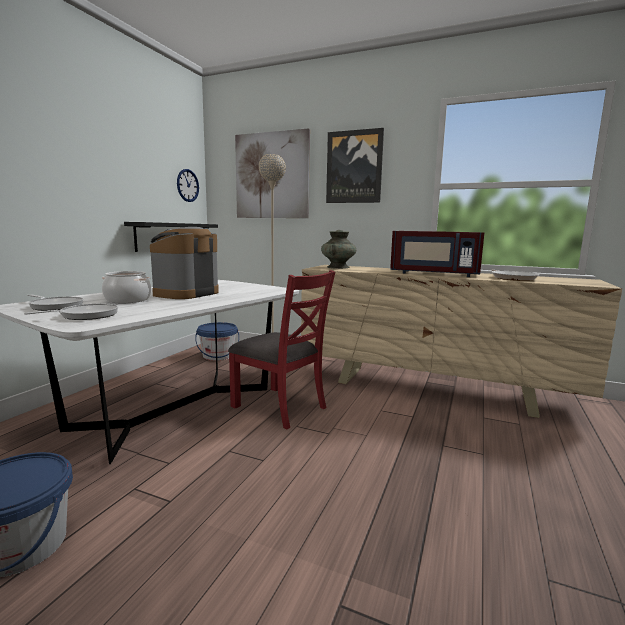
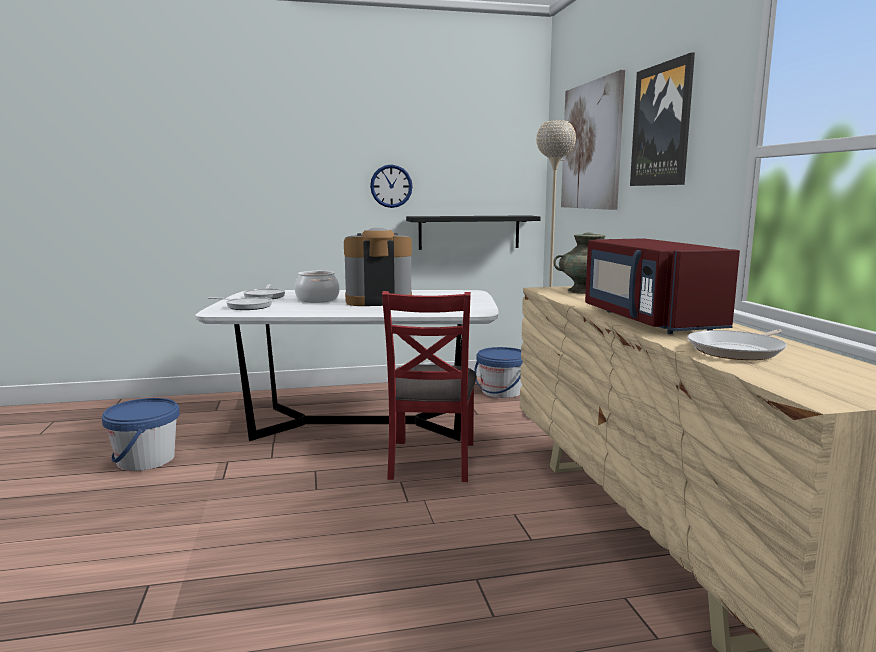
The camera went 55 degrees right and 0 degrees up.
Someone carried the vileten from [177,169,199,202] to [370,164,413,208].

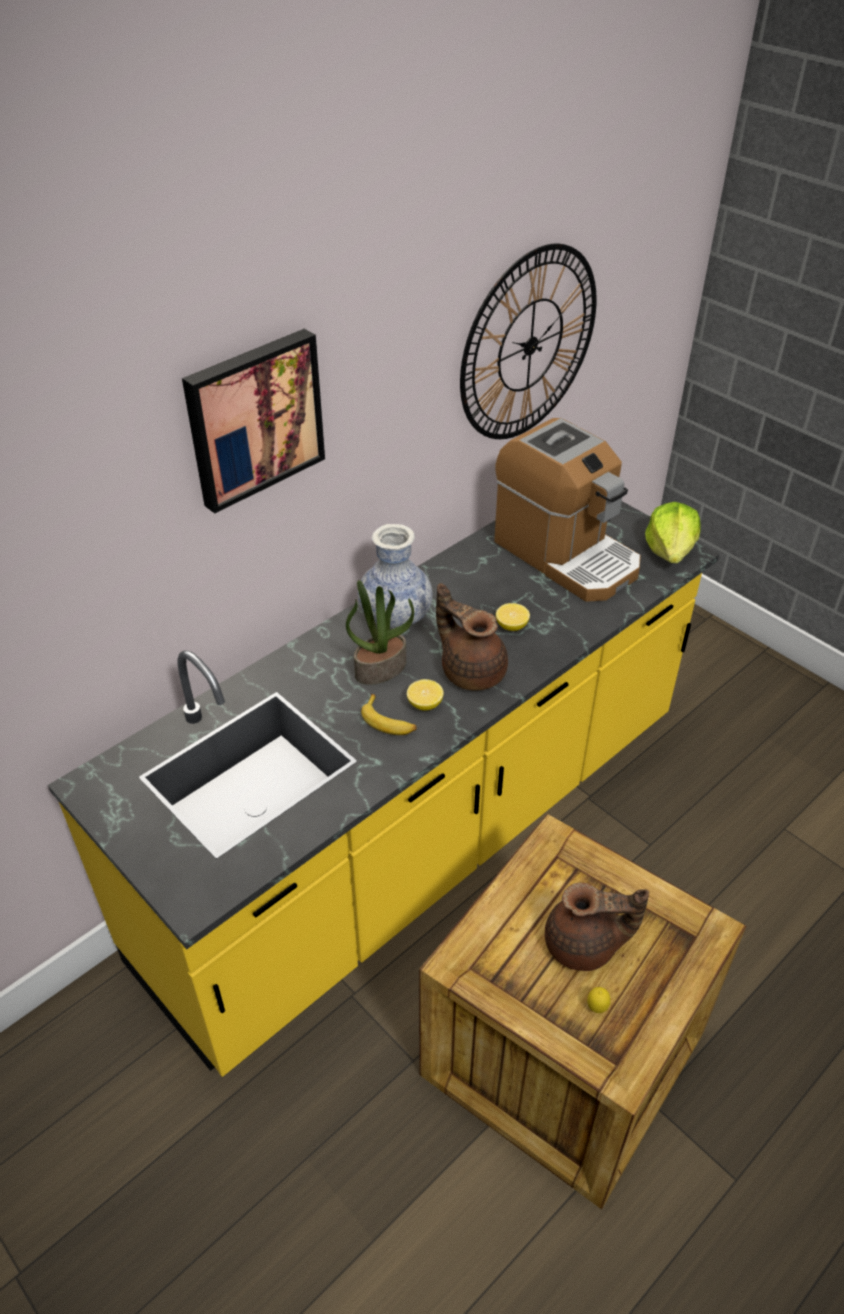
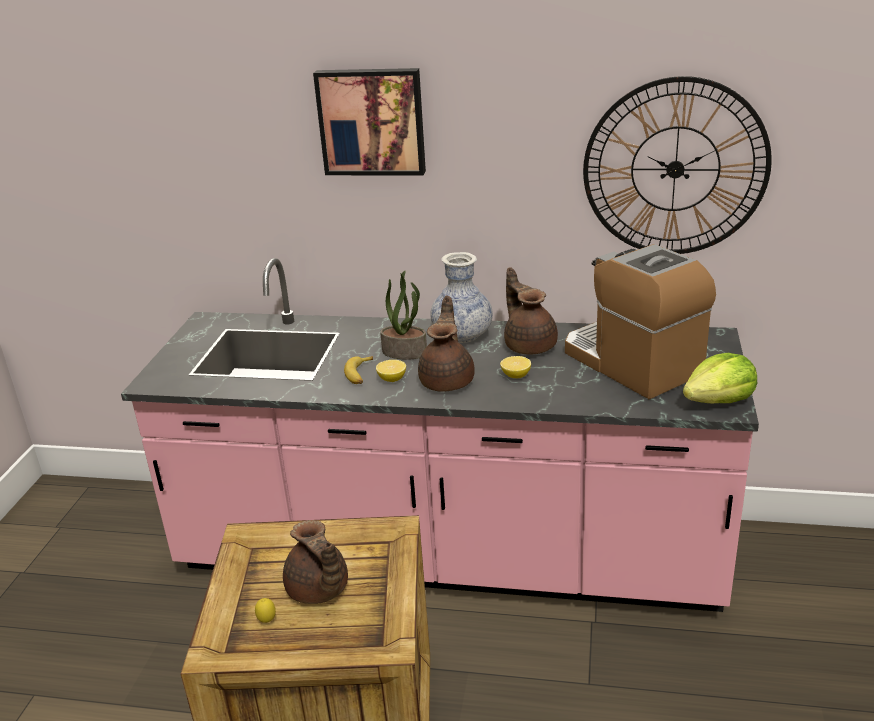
The camera went 55 degrees right and 15 degrees down.
Someone rotated the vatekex at [494,418,641,602] by 135 degrees clockwise.
Someone repainted the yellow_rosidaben at [48,501,720,1077], which became the pink_rosidaben at [121,258,759,612].
Someone put down the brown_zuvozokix at [504,267,558,355].

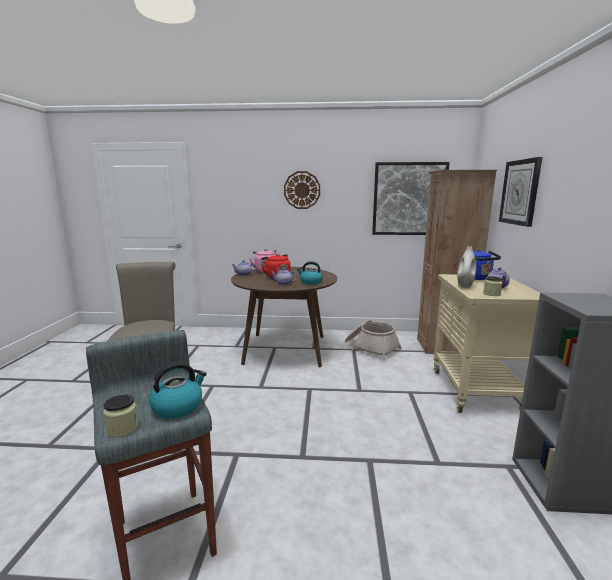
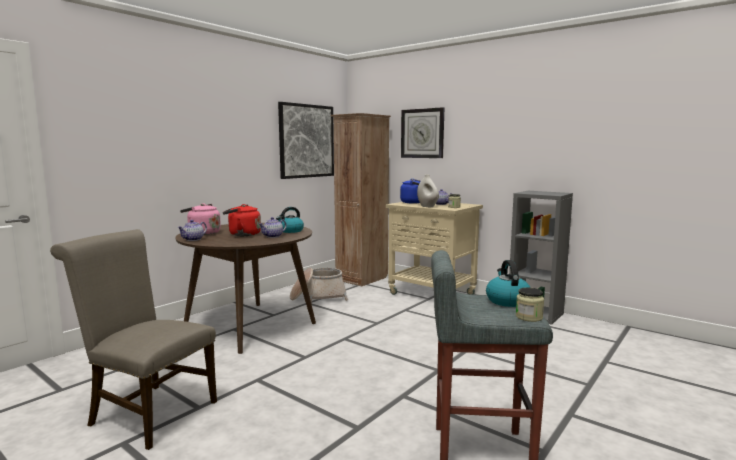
The camera went 55 degrees left and 5 degrees down.
Someone took away the vileten at [284,171,320,209].

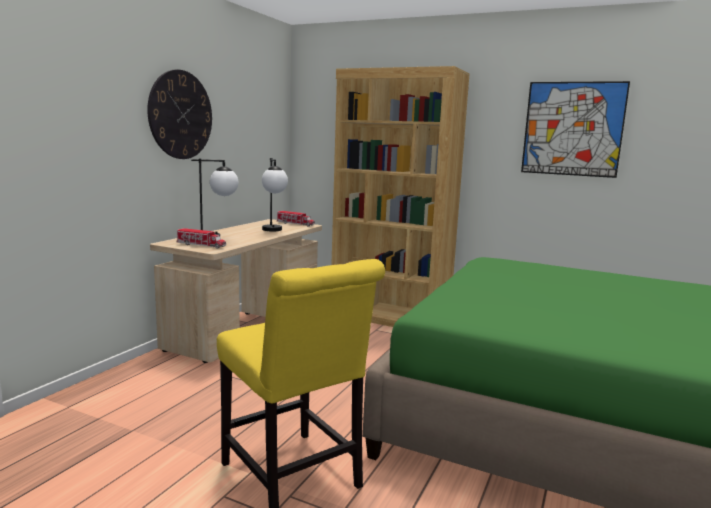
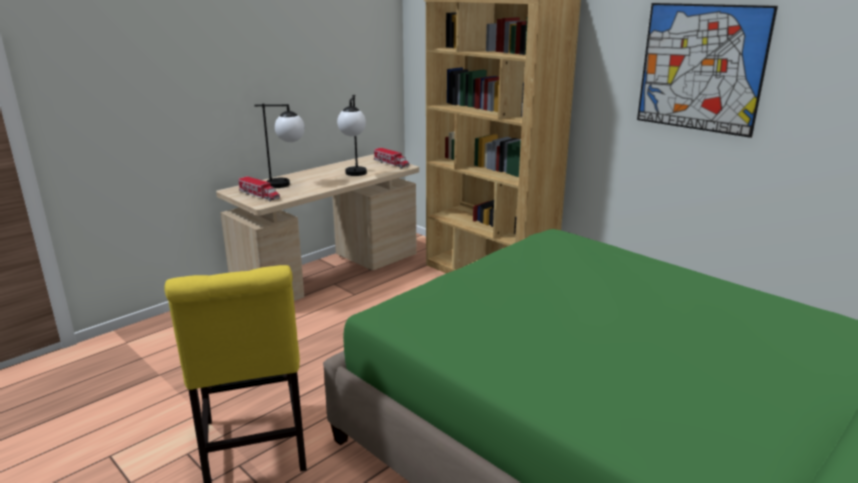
The camera went 20 degrees right and 10 degrees up.
Someone took away the vileten at [147,70,212,159].

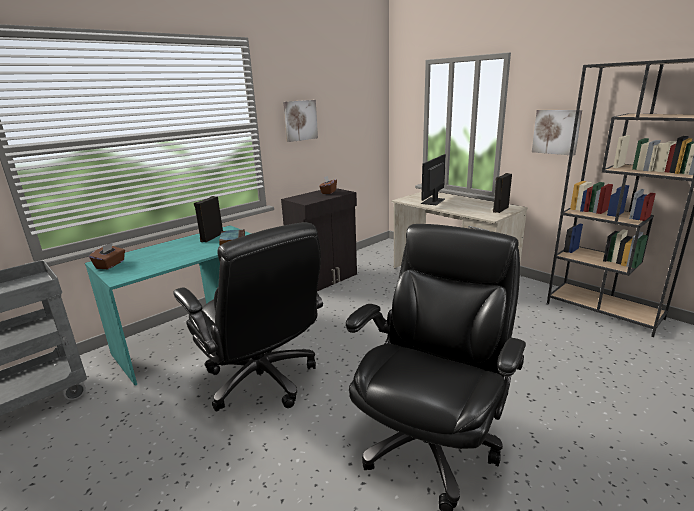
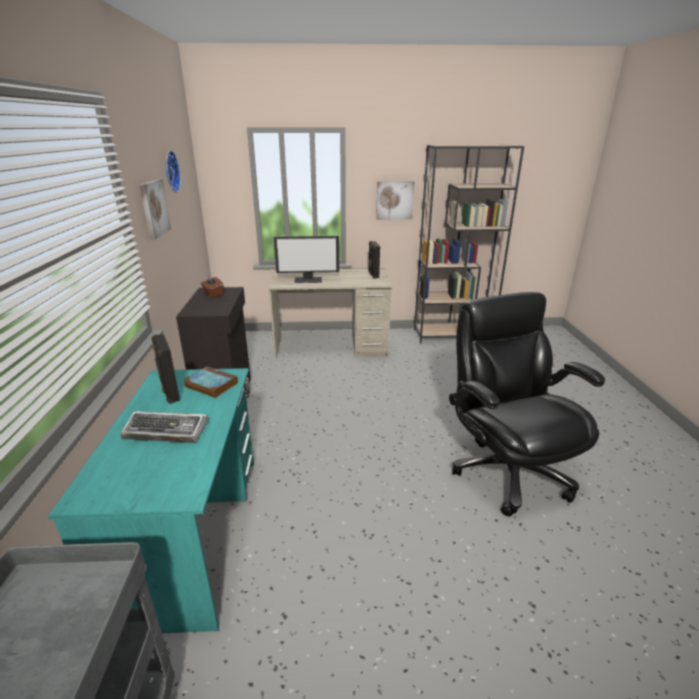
The camera went 50 degrees left and 5 degrees up.
Someone rotated the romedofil at [421,154,446,205] by 75 degrees counterclockwise.
Someone took away the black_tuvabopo at [174,222,323,412].
Someone took away the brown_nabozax at [89,242,125,269].
Someone put up the vileten at [166,151,181,193].
Someone put down the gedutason at [121,411,208,443].

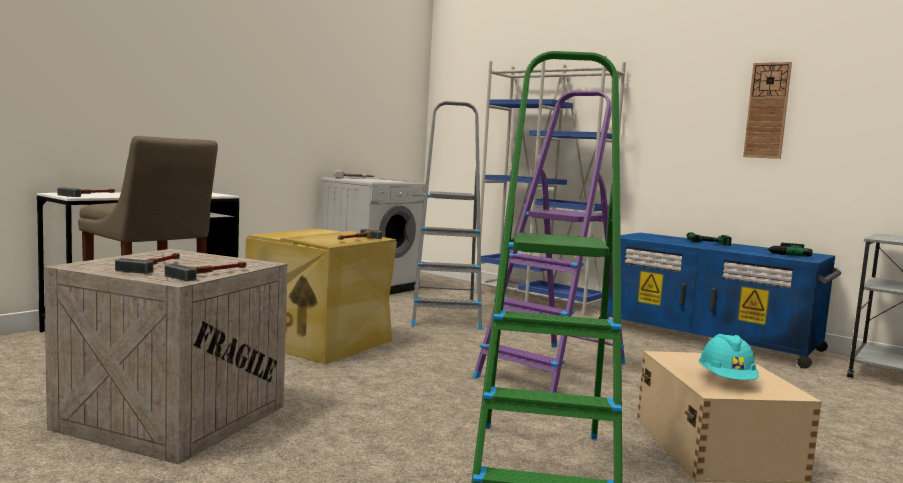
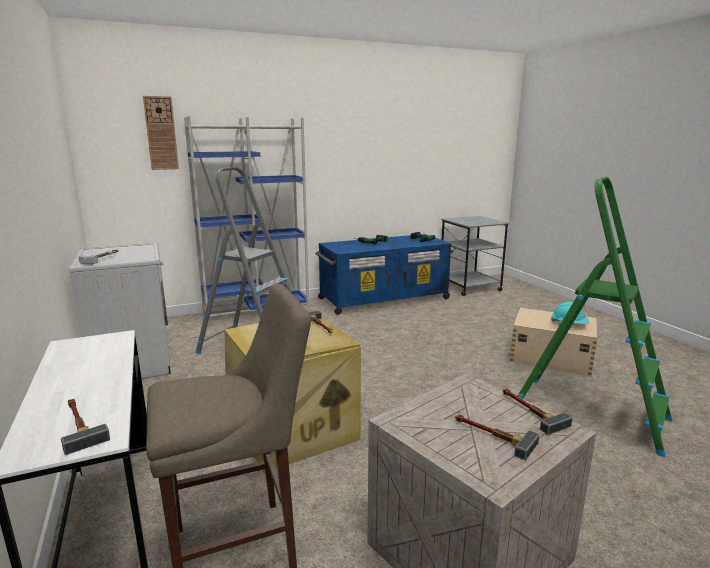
The camera went 60 degrees left and 10 degrees up.
Someone carried the vileten from [743,62,792,159] to [143,96,179,170].
Someone took away the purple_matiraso at [473,91,625,393].

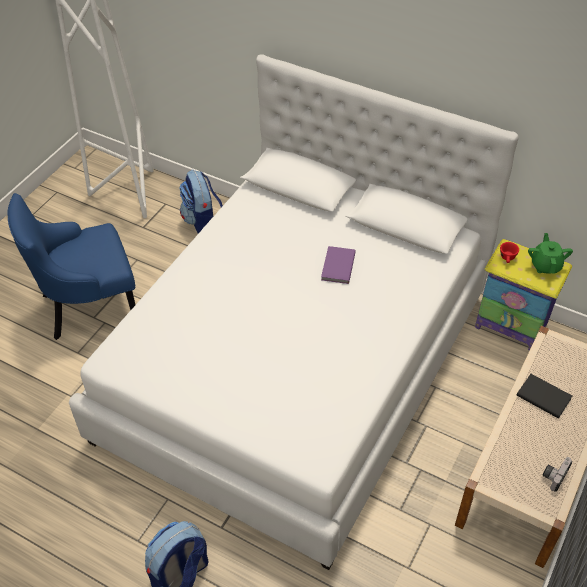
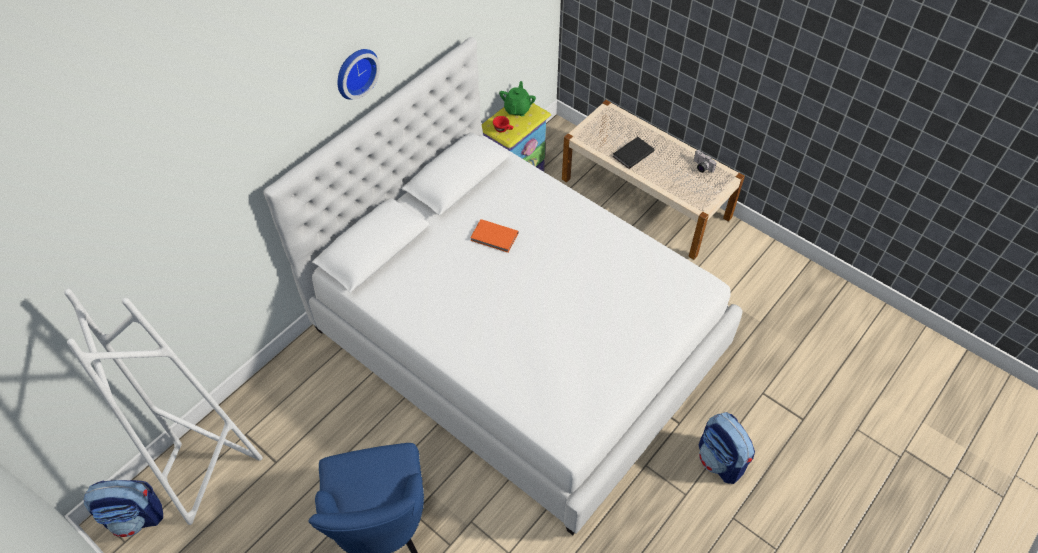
The camera went 80 degrees left and 5 degrees up.
Someone carried the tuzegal from [180,170,223,234] to [84,480,163,537].
Someone rotated the green_zuvozokix at [528,233,573,273] by 90 degrees clockwise.
Someone repainted the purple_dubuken at [321,246,356,284], which became the orange_dubuken at [470,219,519,253].
Someone put up the vileten at [338,49,380,100].

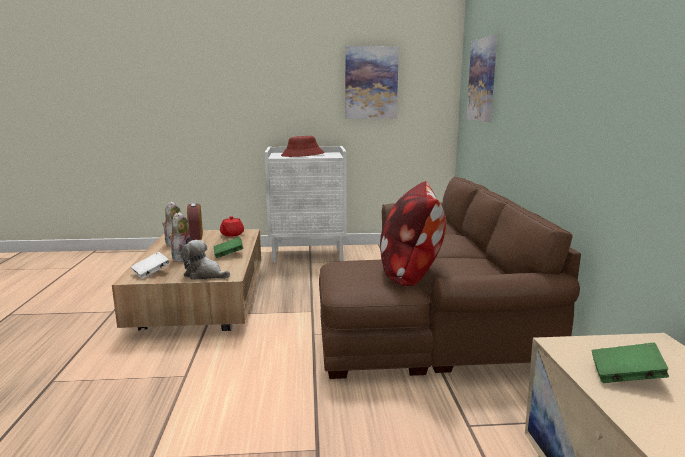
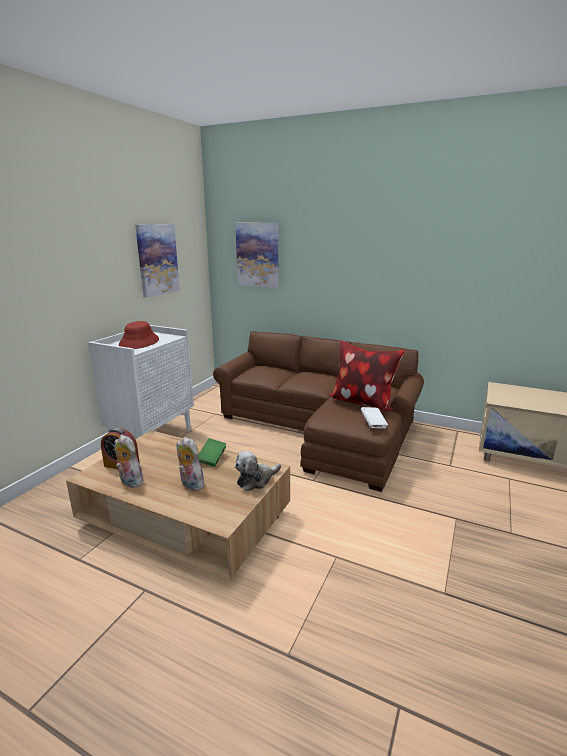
The camera went 60 degrees left and 5 degrees up.
Someone took away the red_zuvozokix at [220,216,244,237].
Someone carried the white_dubuken from [131,252,170,279] to [360,407,388,429].
Someone took away the green_dubuken at [592,343,669,383].

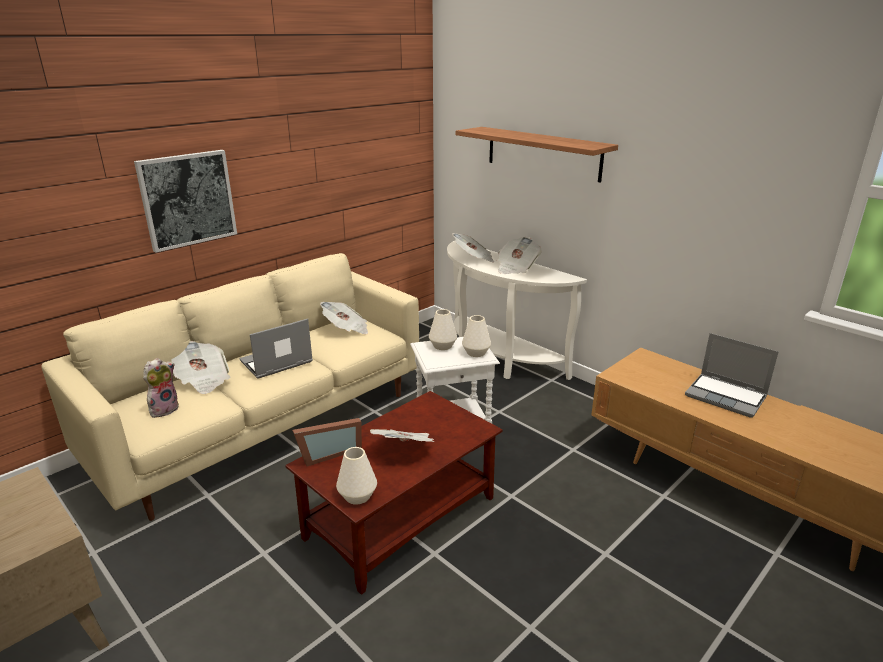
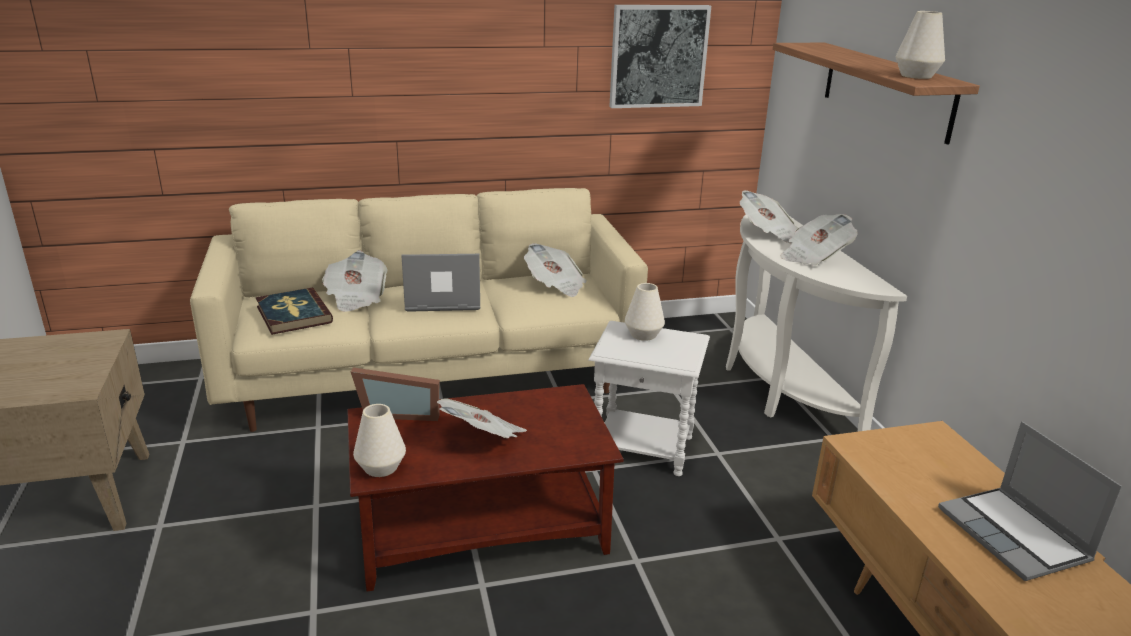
The camera went 30 degrees right and 0 degrees up.
Someone carried the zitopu from [134,150,237,252] to [609,5,711,108].
Someone carried the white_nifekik from [462,315,491,357] to [896,11,945,79].
Someone swapped the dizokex at [143,358,179,418] for the dubuken at [256,288,333,335].

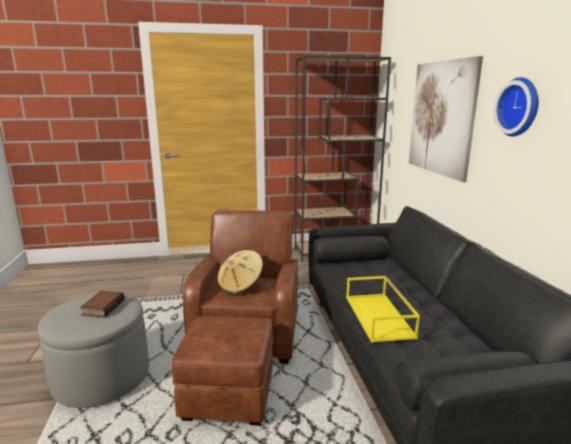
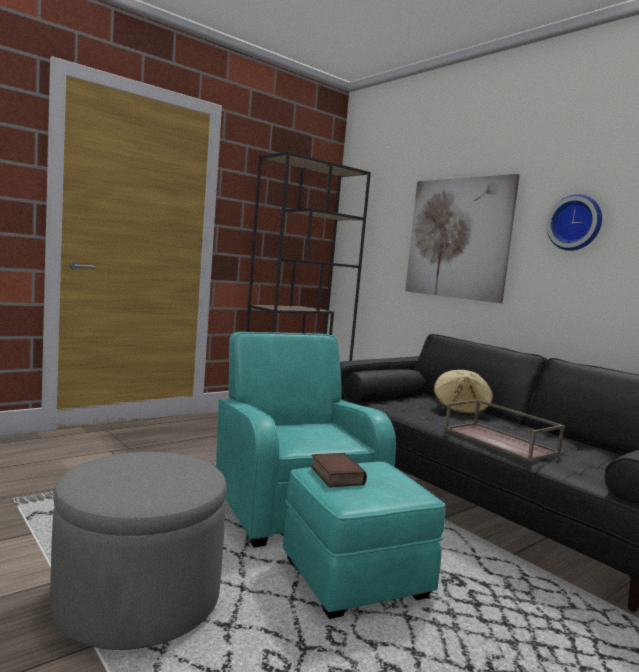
The camera went 30 degrees left and 10 degrees down.
Someone repainted the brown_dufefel at [172,210,298,426], which became the turquoise_dufefel at [216,332,446,619].
Someone carried the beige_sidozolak from [217,250,263,294] to [433,370,493,416].
Someone repainted the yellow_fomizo at [346,276,420,343], which became the brown_fomizo at [444,399,565,462].
Someone carried the dubuken from [80,291,125,317] to [311,453,367,487].

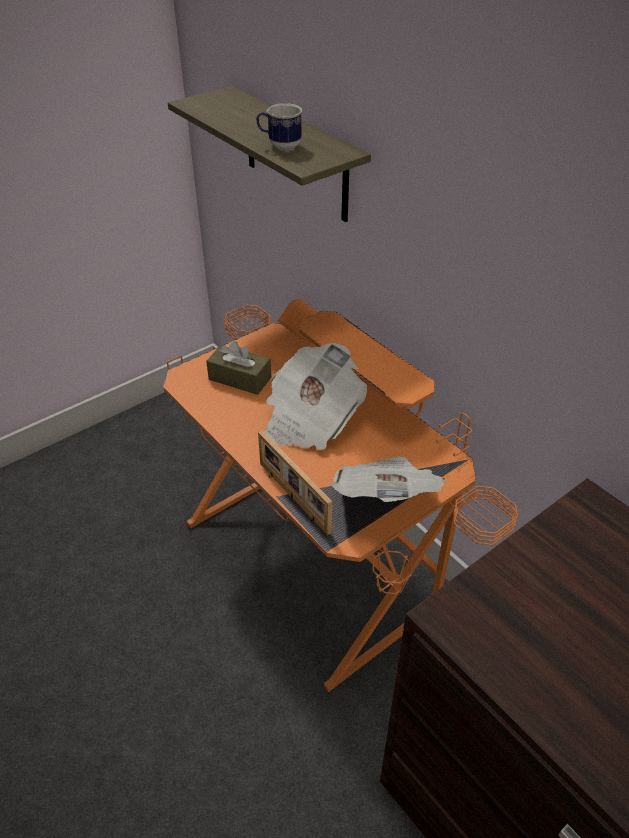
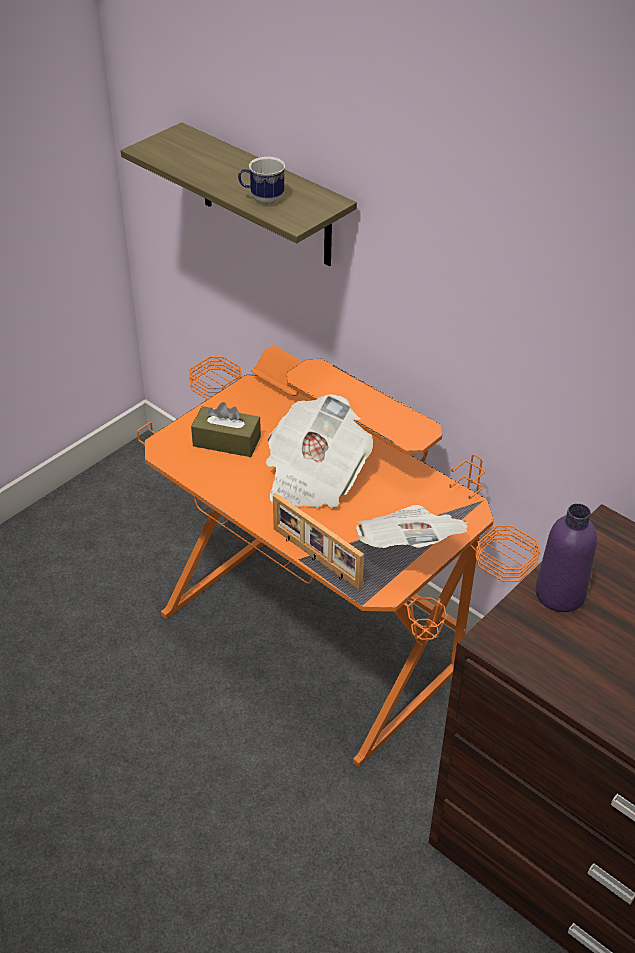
The camera went 10 degrees left and 0 degrees up.
Someone put down the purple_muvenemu at [536,503,597,612].

